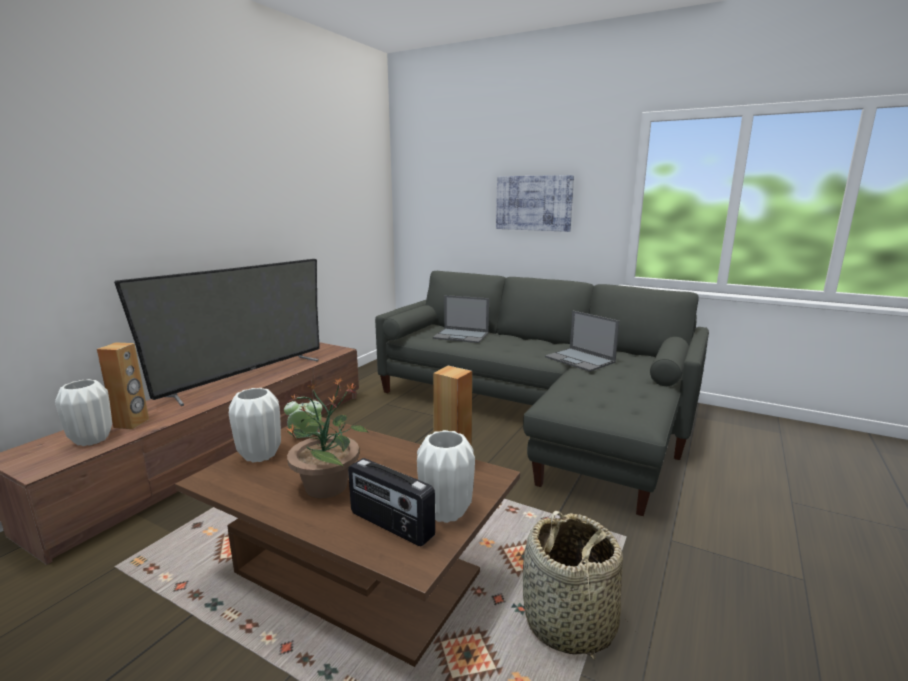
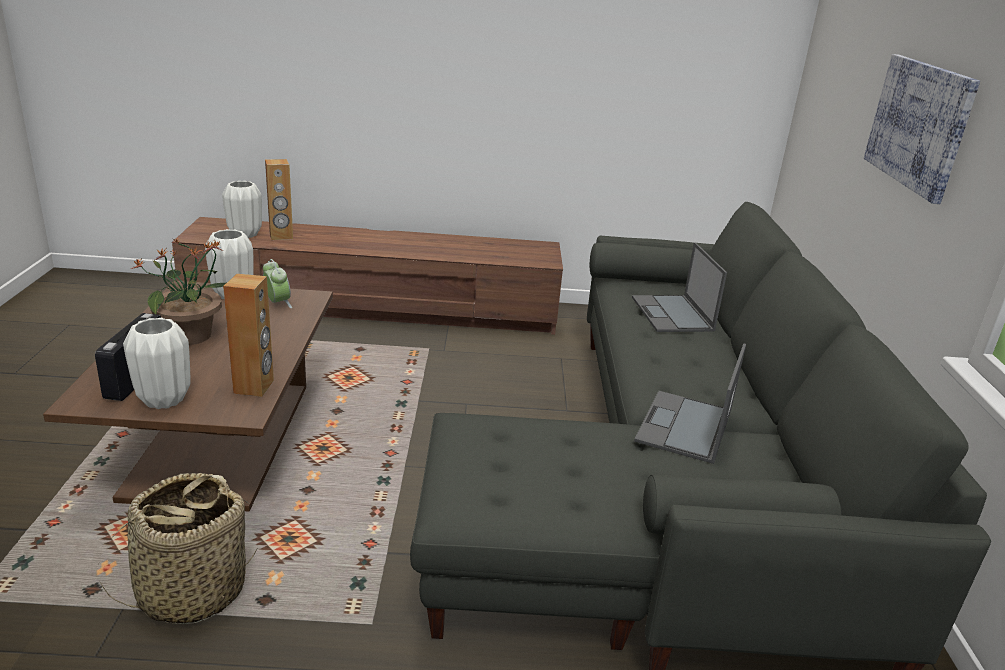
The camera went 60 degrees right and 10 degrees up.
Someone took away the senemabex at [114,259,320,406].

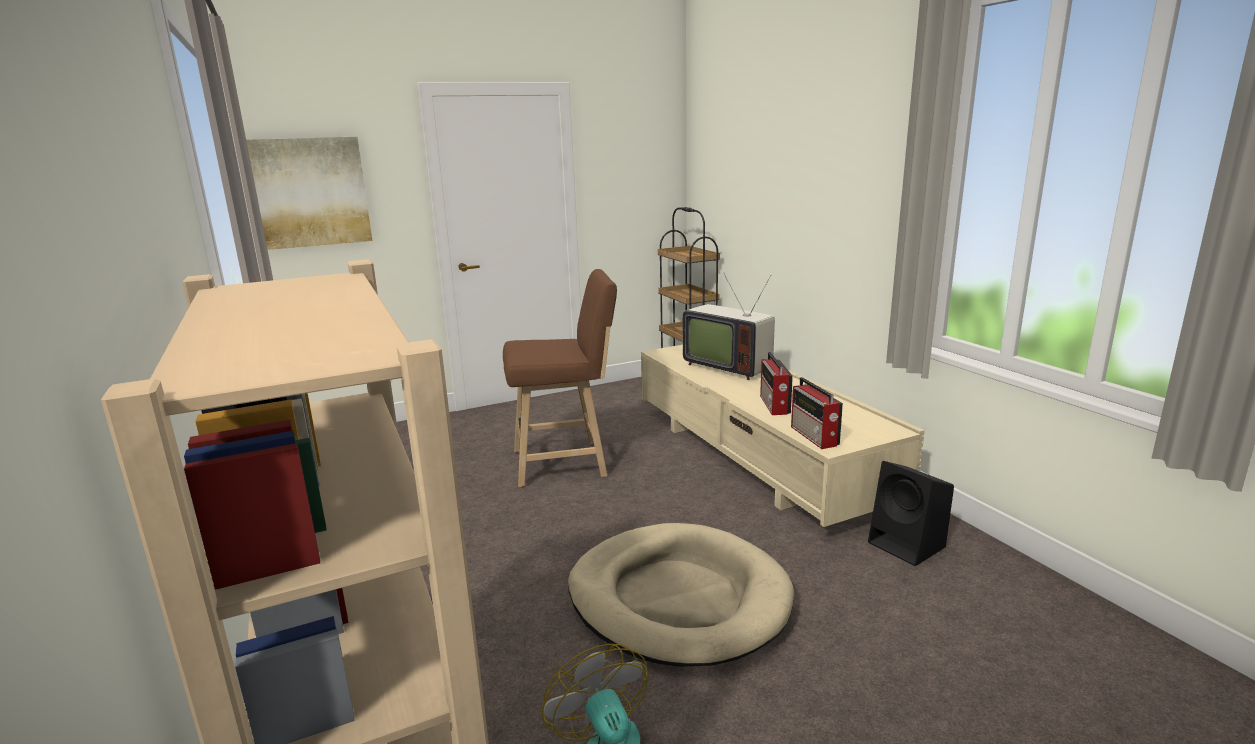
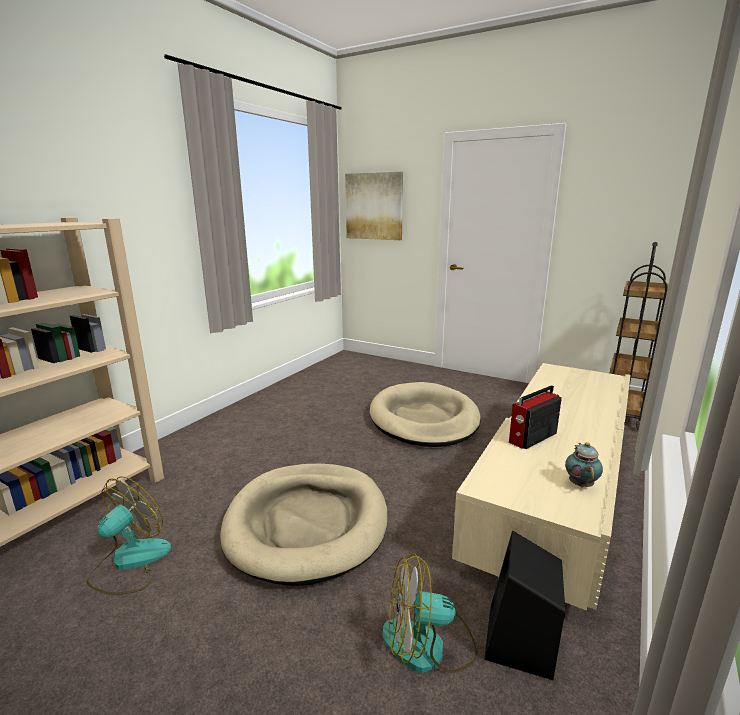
The camera went 55 degrees right and 0 degrees up.
Someone swapped the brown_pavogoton at [503,269,617,487] for the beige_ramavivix at [370,382,481,447].
Someone took away the senemabex at [683,274,775,380].
Someone took away the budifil at [791,377,843,449].
Someone put down the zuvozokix at [565,442,603,487].
Someone put down the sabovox at [382,553,477,673].

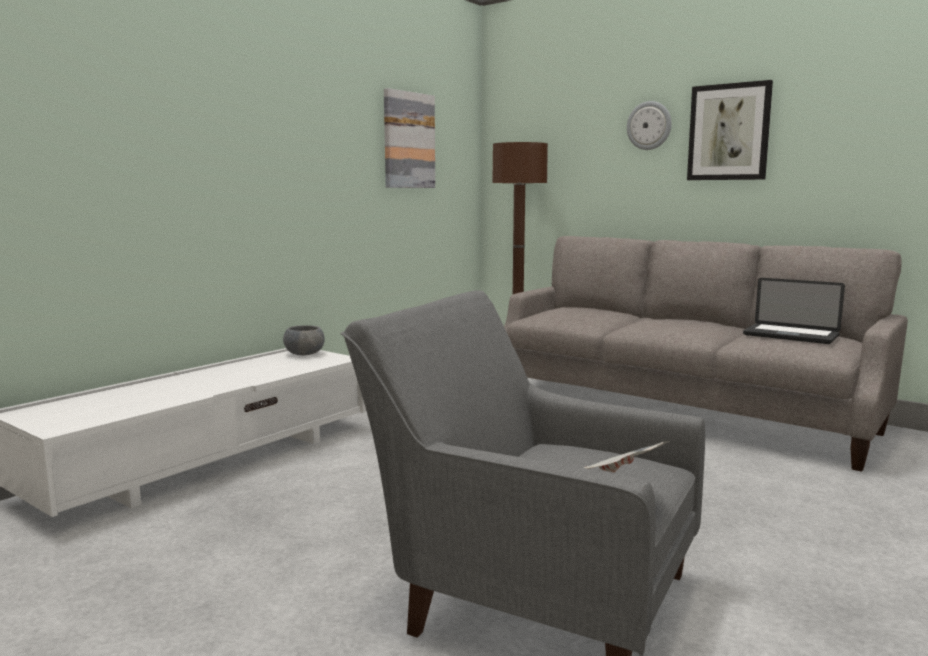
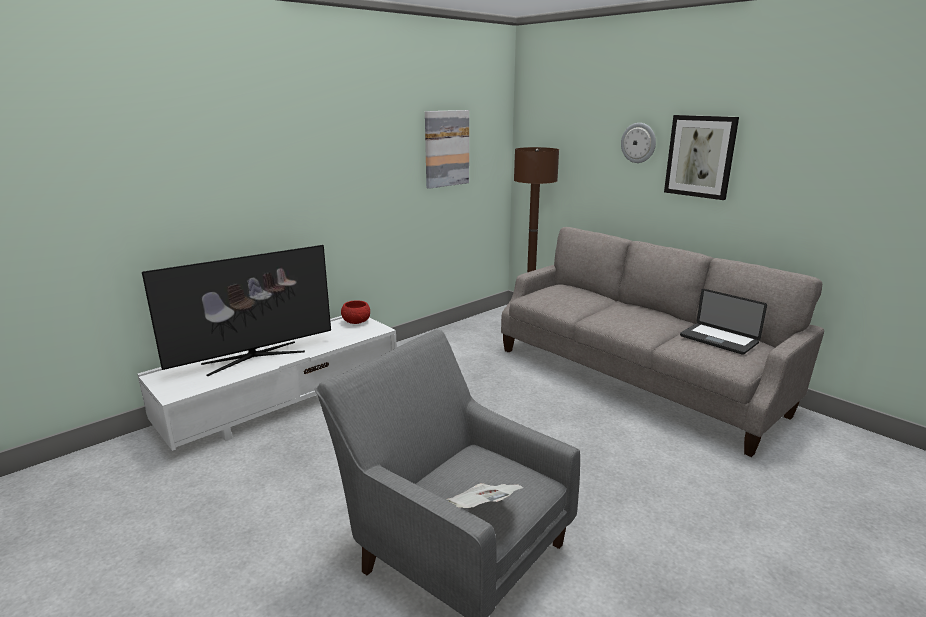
The camera went 10 degrees right and 10 degrees up.
Someone repainted the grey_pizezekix at [283,325,325,355], which became the red_pizezekix at [341,300,370,324].
Someone put down the senemabex at [142,245,331,376].

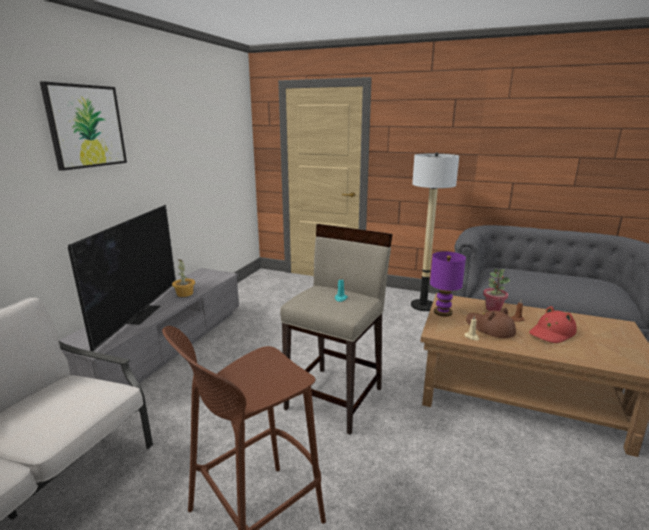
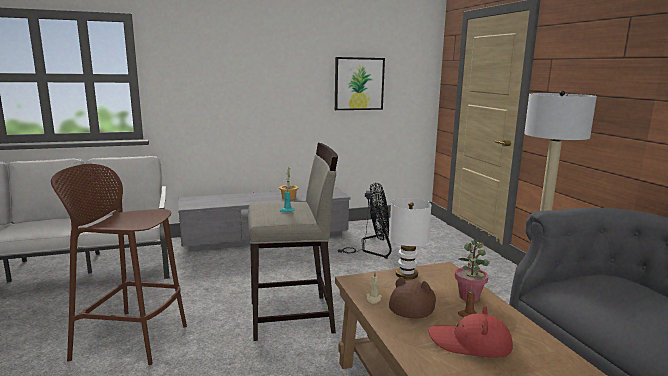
The camera went 50 degrees right and 5 degrees down.
Someone carried the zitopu from [40,81,127,171] to [335,57,385,110].
Someone took away the senemabex at [68,205,176,351].
Someone repainted the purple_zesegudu at [430,251,466,317], which became the white_zesegudu at [389,198,431,280].
Someone put down the black_sabovox at [337,182,392,259].

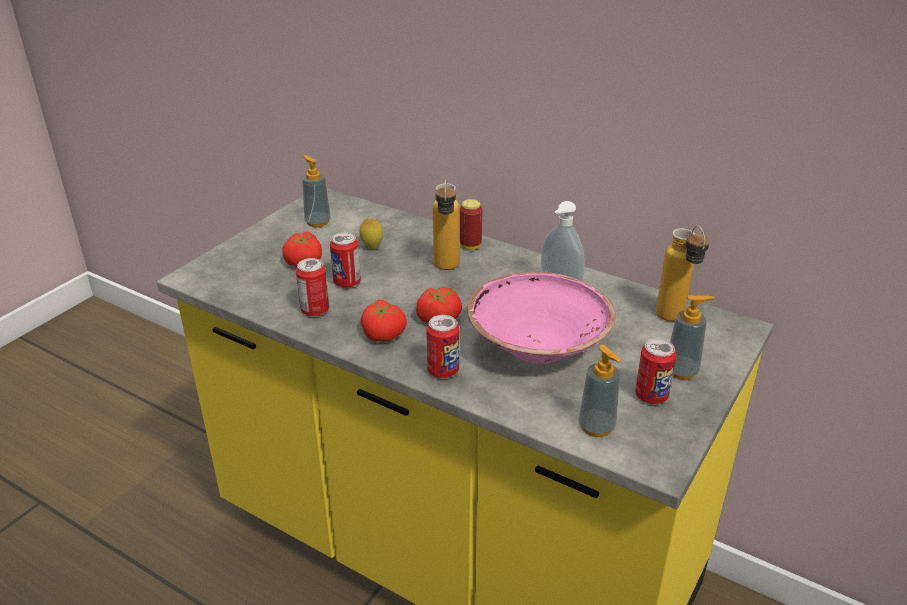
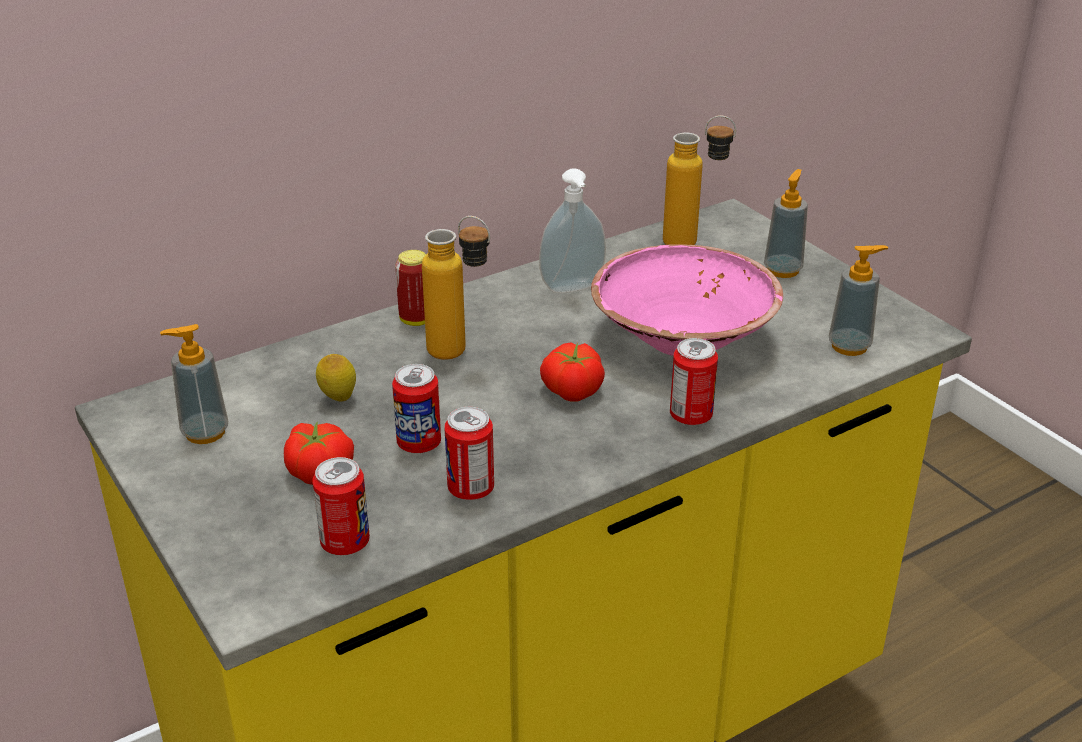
The camera went 65 degrees left and 0 degrees up.
Someone took away the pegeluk at [360,300,407,342].
Someone carried the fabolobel from [635,338,676,404] to [312,457,370,555].

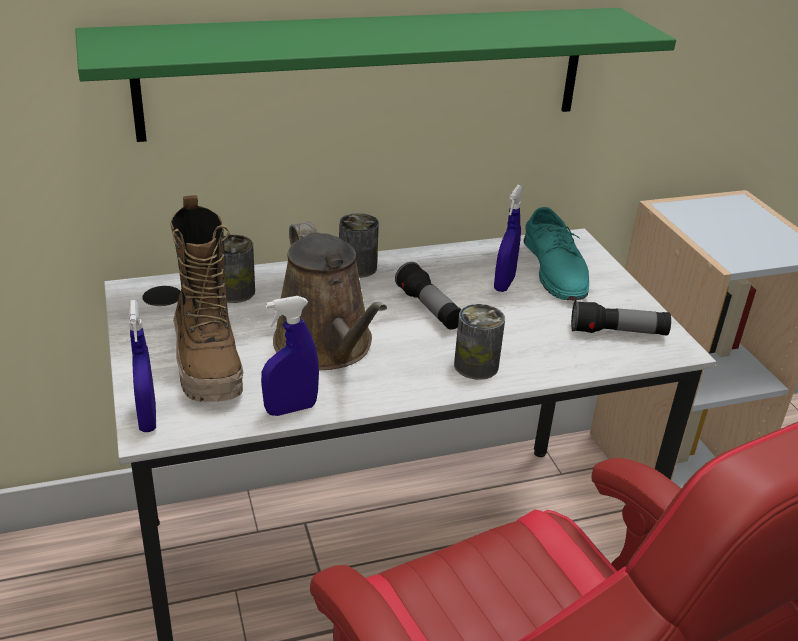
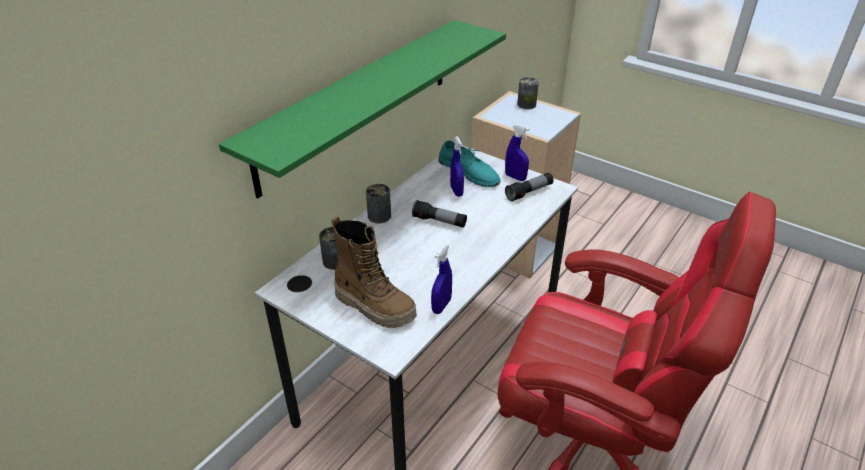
The camera went 35 degrees left and 5 degrees up.
Someone took away the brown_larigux at [273,221,387,370].
Someone carried the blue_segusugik from [129,300,156,432] to [505,124,530,181].
Someone carried the fabolobel from [454,304,505,380] to [517,77,539,109].

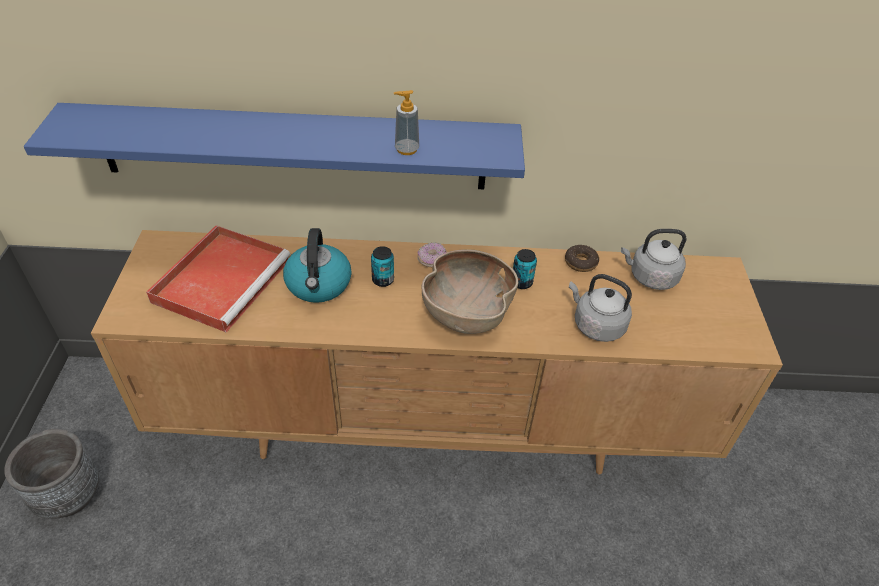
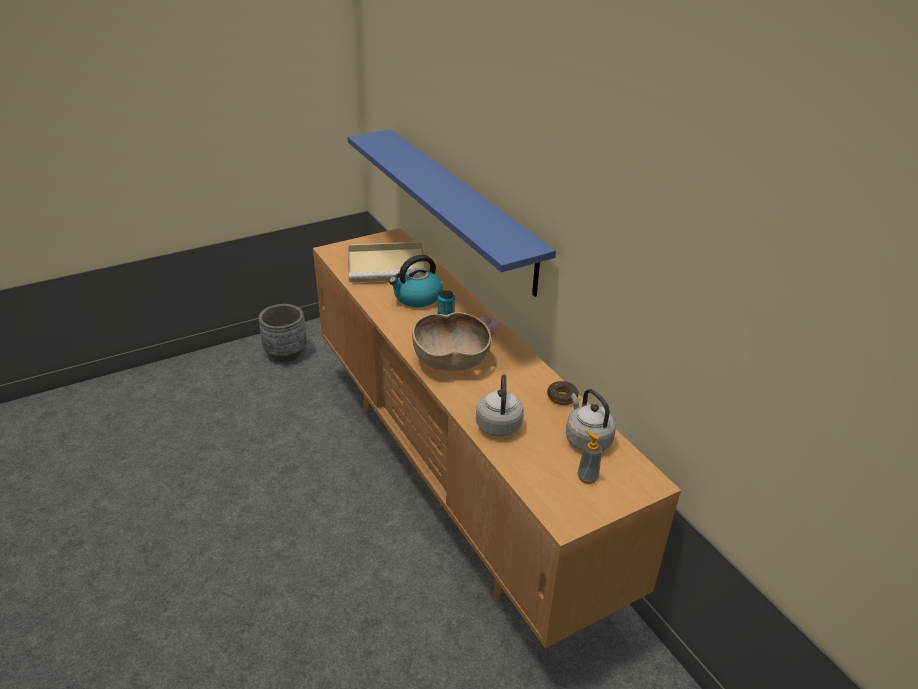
The camera went 60 degrees right and 10 degrees down.
Someone carried the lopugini from [394,90,419,155] to [577,430,602,484].
Someone repainted the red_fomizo at [146,225,291,332], which became the beige_fomizo at [348,242,426,284].
Someone took away the fabolobel at [513,249,537,289].

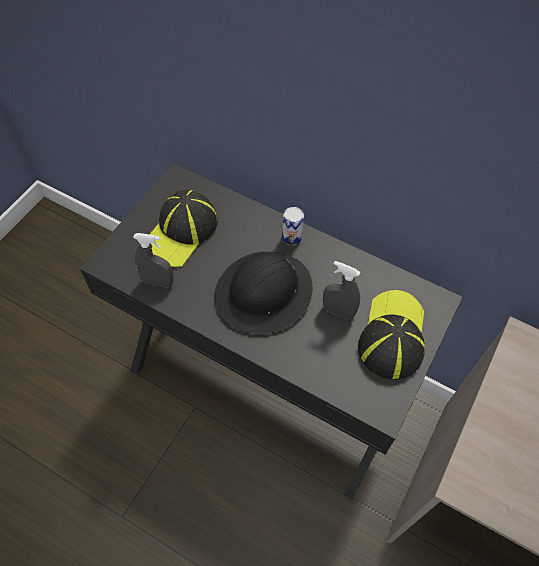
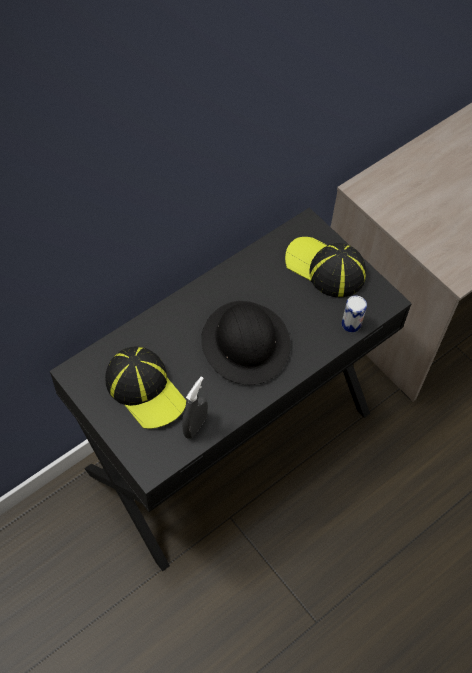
The camera went 70 degrees left and 0 degrees up.
Someone carried the fabolobel from [282,207,304,246] to [342,296,367,332].
Someone took away the grey_segusugik at [323,261,361,320].

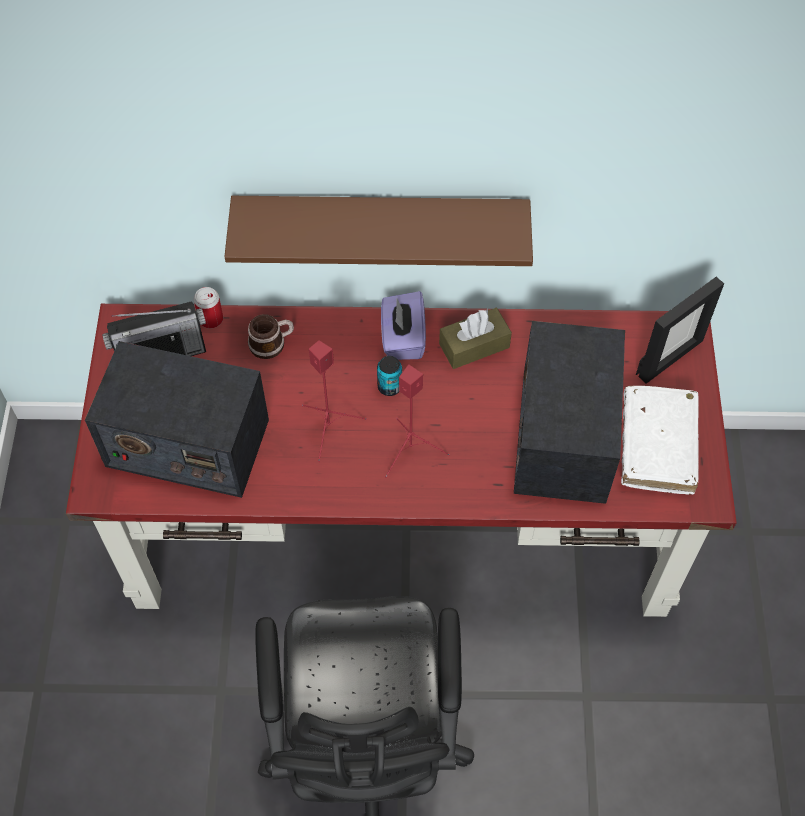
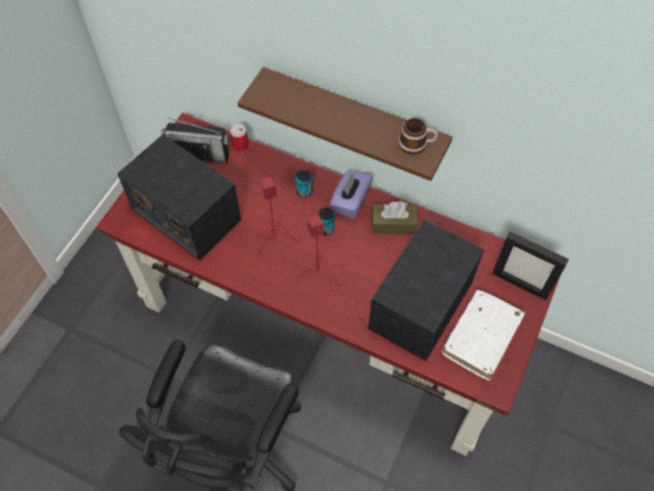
The camera went 25 degrees right and 0 degrees up.
Someone rotated the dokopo at [636,277,724,384] by 45 degrees clockwise.
Someone carried the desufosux from [248,314,294,359] to [398,118,438,155].
Someone put down the fabolobel at [295,170,313,198].

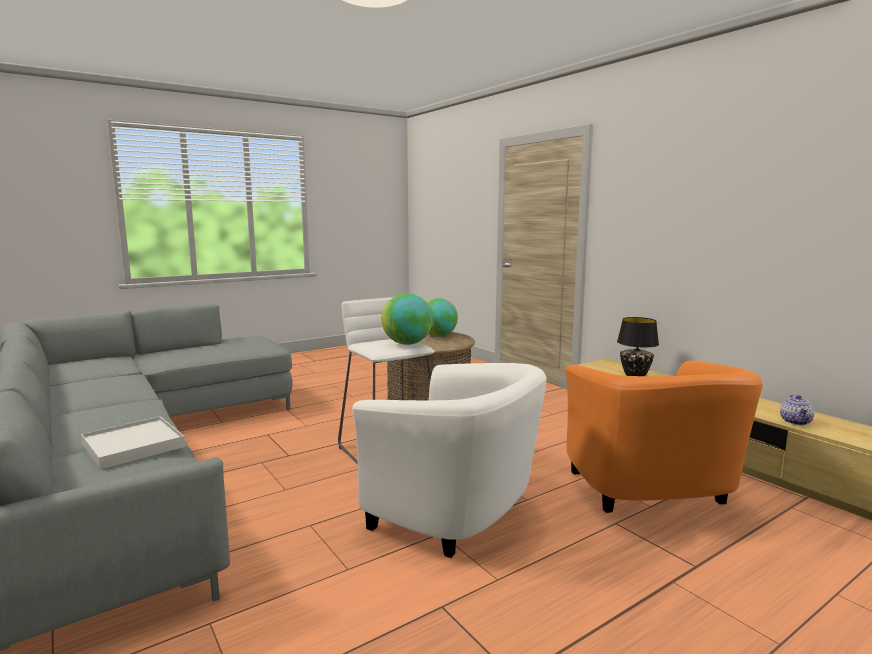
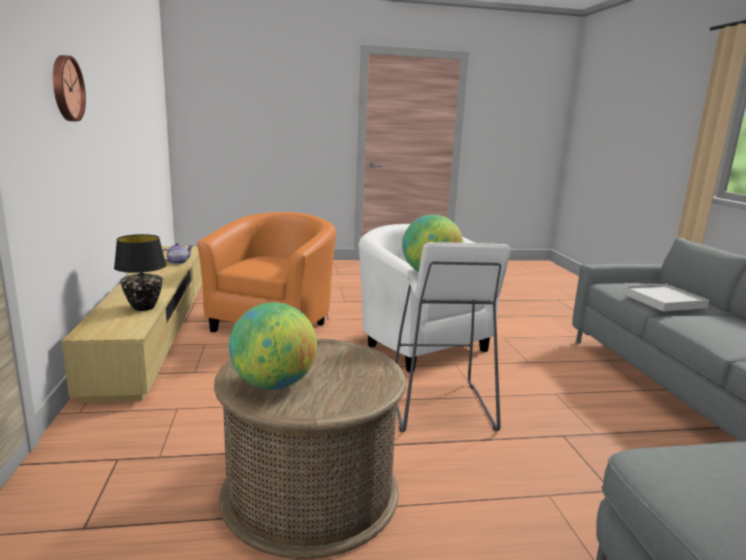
The camera went 155 degrees left and 5 degrees up.
Someone put up the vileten at [53,55,86,122].

